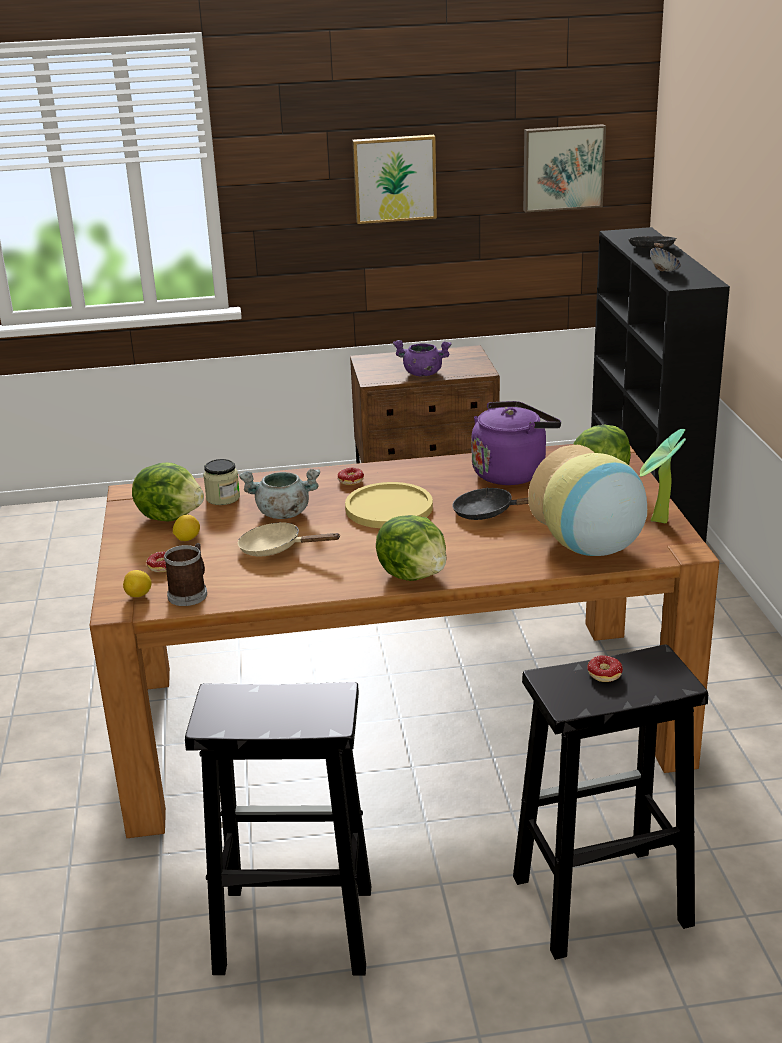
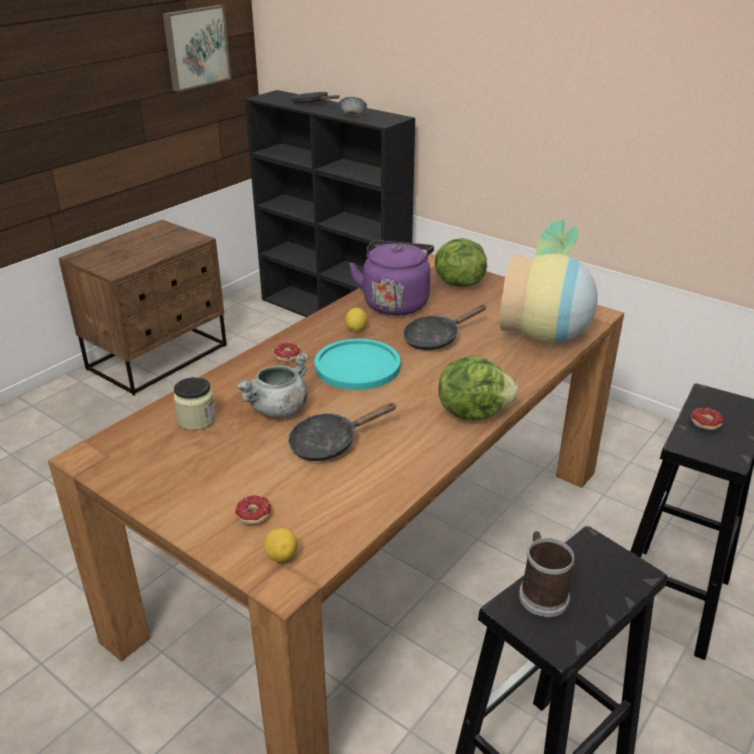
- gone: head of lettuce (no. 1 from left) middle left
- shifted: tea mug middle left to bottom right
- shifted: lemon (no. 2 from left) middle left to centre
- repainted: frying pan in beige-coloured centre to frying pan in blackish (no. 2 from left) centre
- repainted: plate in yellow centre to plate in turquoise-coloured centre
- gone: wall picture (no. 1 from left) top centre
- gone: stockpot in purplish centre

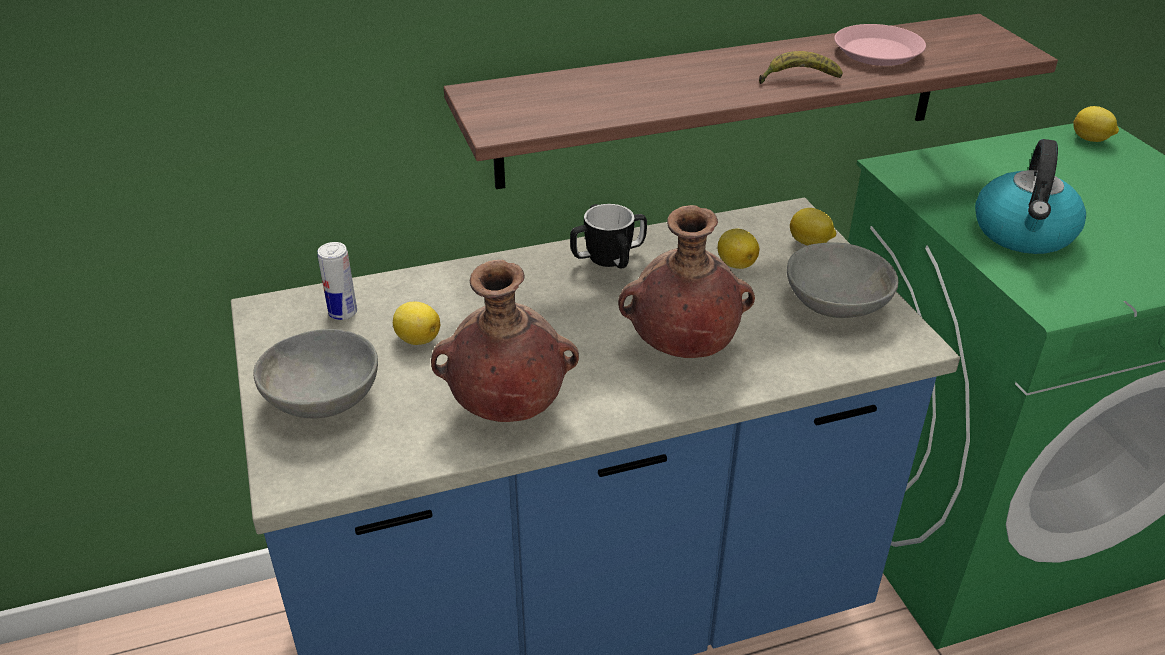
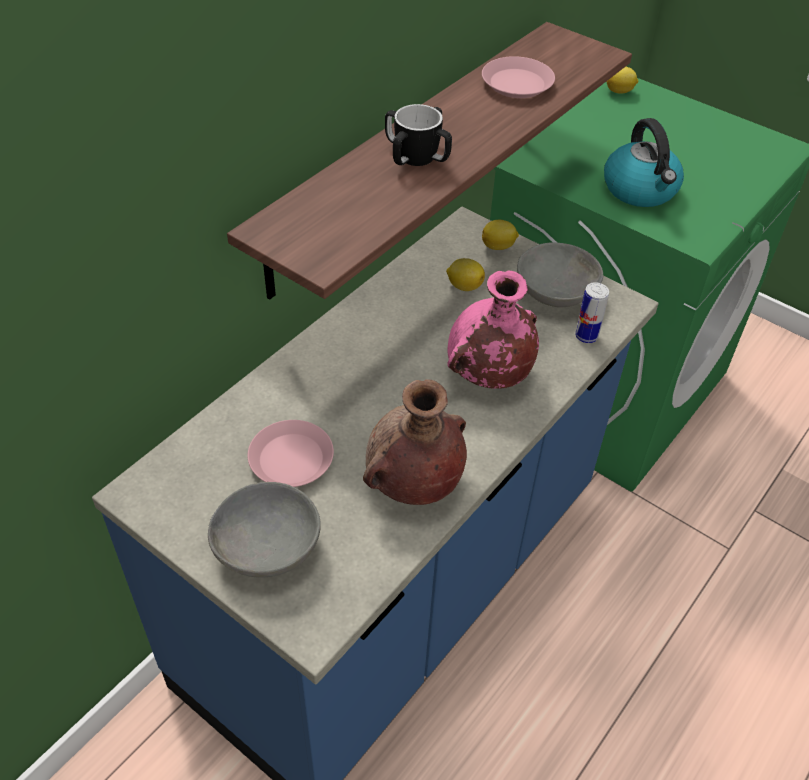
- shifted: metal can middle left to middle right
- swapped: lemon (no. 1 from left) centre to plate in pinkish (no. 1 from left) centre
- shifted: tea mug centre to top centre
- repainted: decorative vase in brown-coloured (no. 2 from left) centre to decorative vase in pinkish centre
- gone: banana top right

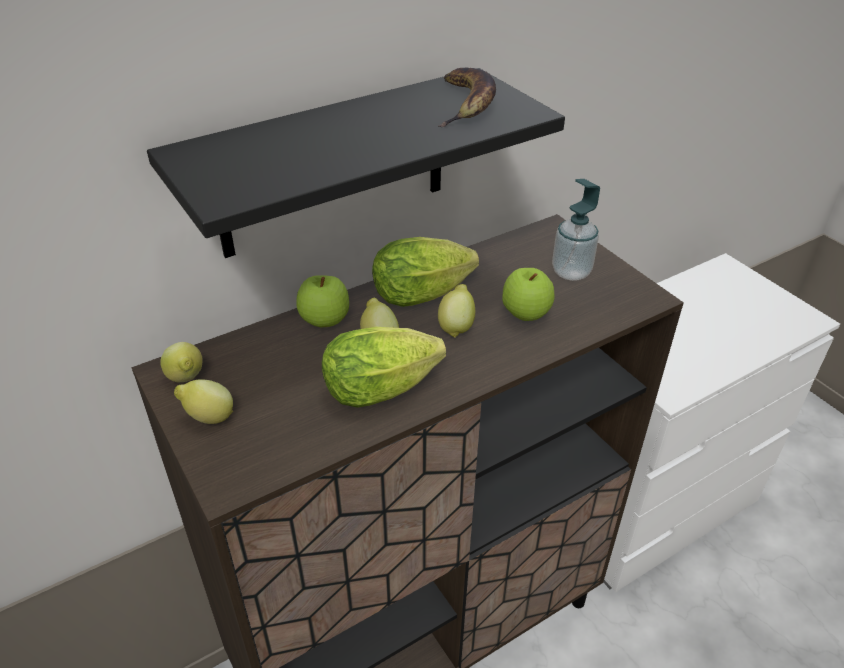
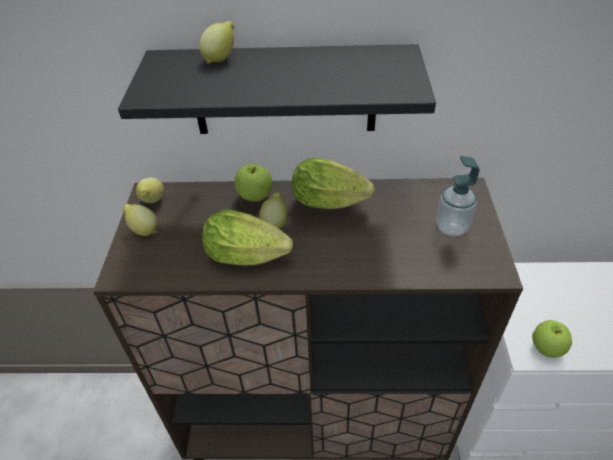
- gone: banana top centre
- shifted: lemon (no. 4 from left in the first image) centre to lemon (no. 3 from left) top centre
- shifted: apple (no. 2 from left) centre to bottom right

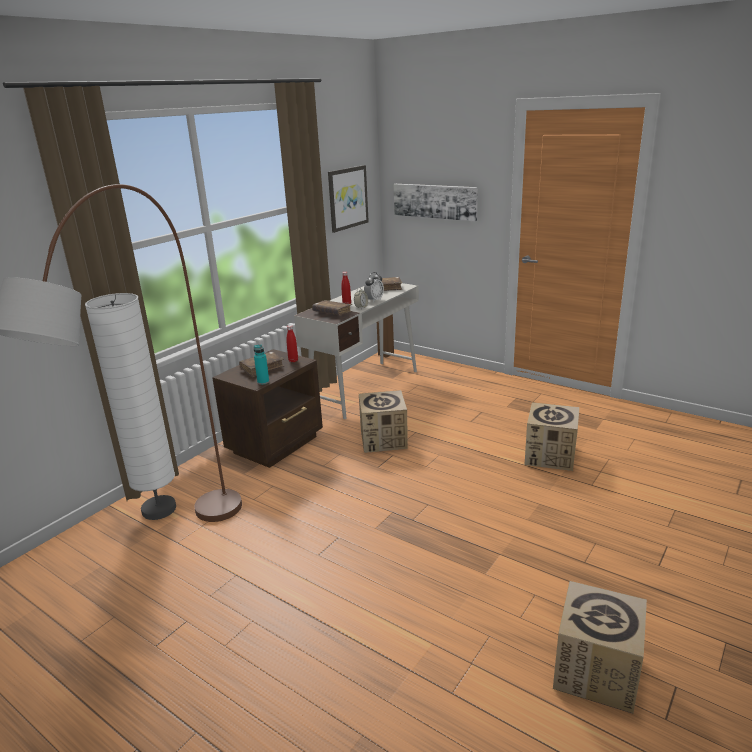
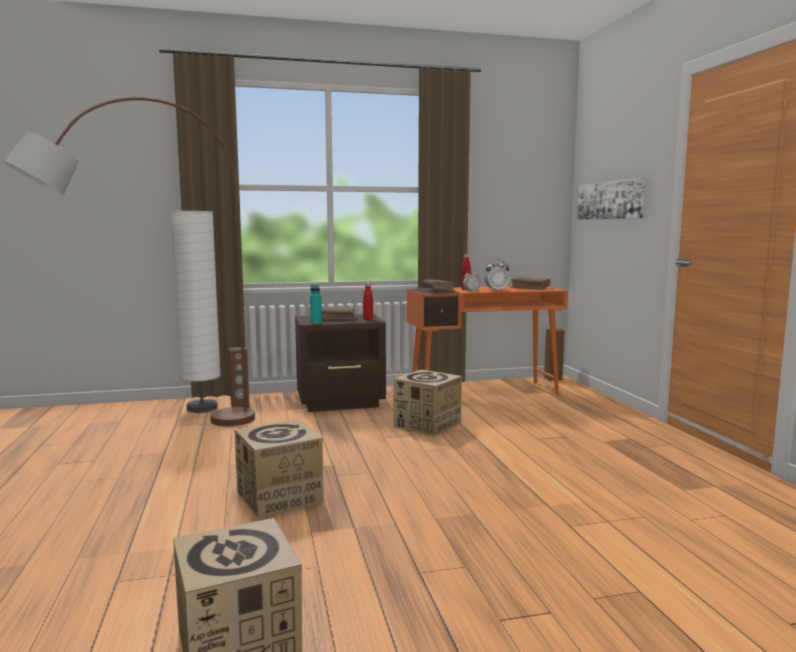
- repainted: desk unit in whitish centre to desk unit in orange-coloured centre
- gone: wall picture (no. 1 from left) top centre
- shifted: packing box (no. 2 from left) middle right to bottom centre
- new: speaker in brown-coloured (no. 1 from left) middle left

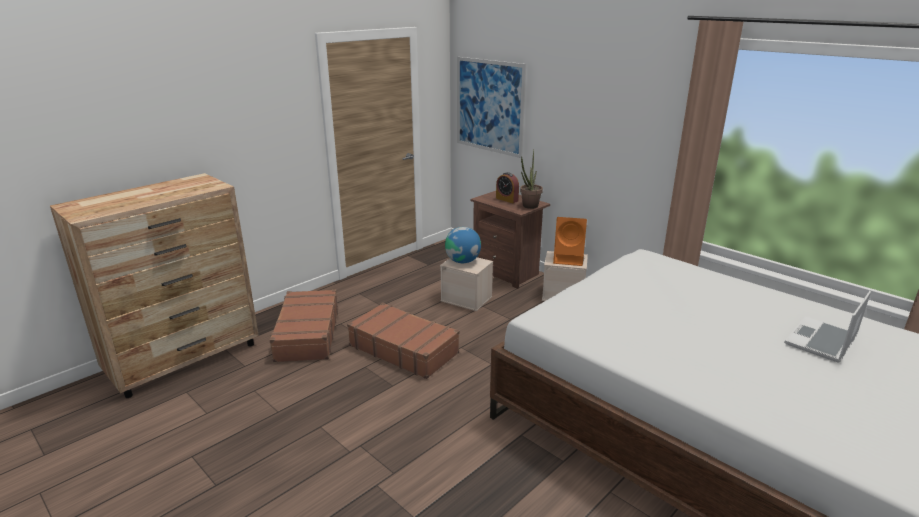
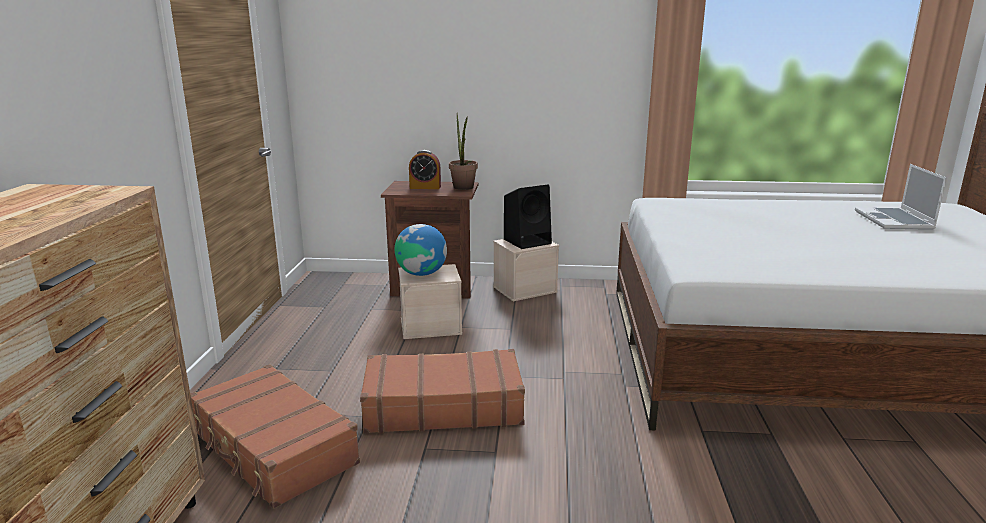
- gone: wall picture top centre
- repainted: speaker in orange-coloured centre to speaker in blackish centre

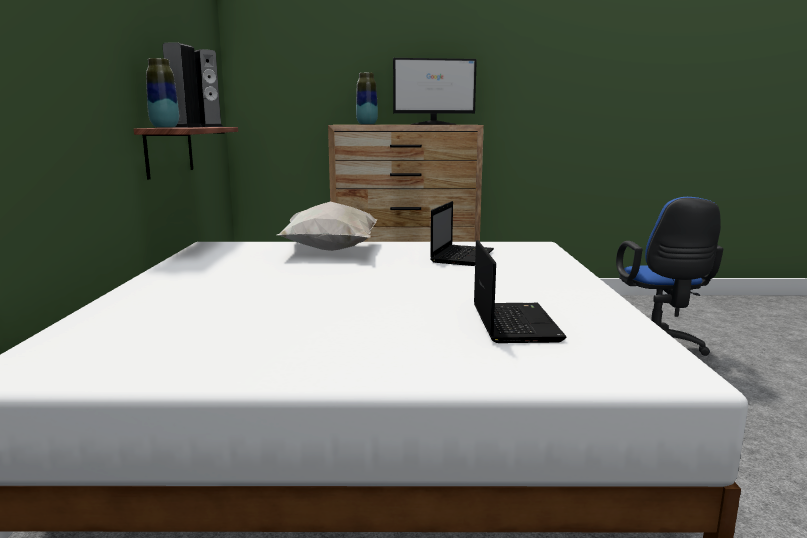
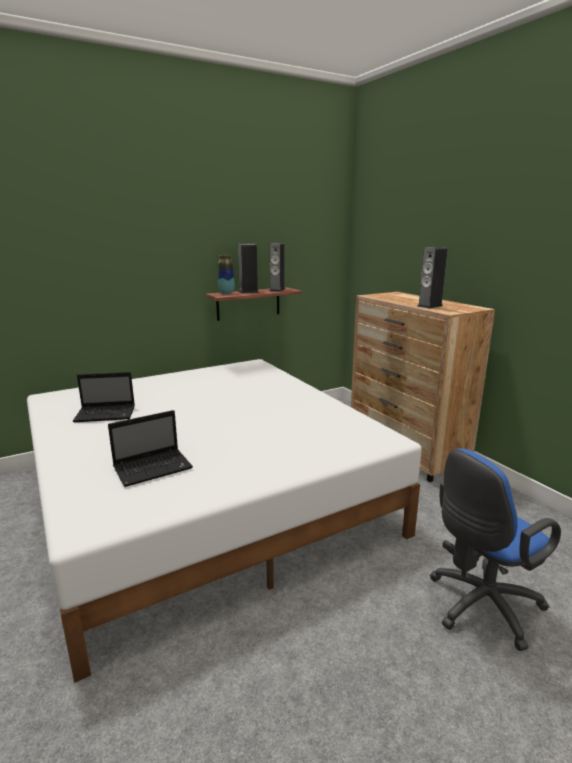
- gone: throw pillow in whitish centre
- gone: decorative vase (no. 2 from left) top centre
- swapped: monitor top centre to speaker (no. 3 from left) middle right
- shifted: portable computer (no. 1 from left) centre to middle left

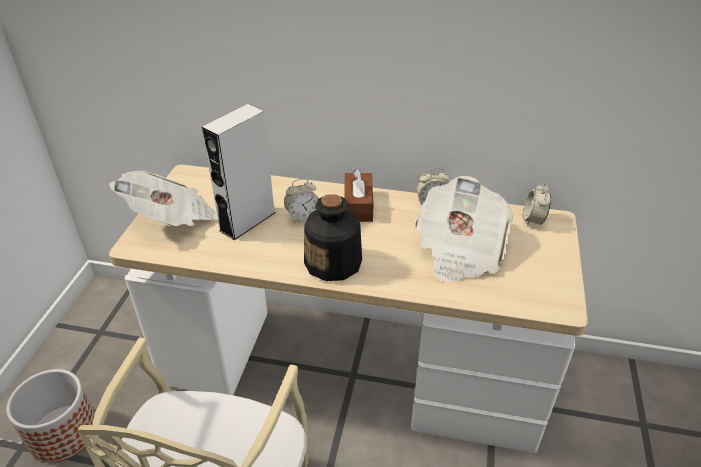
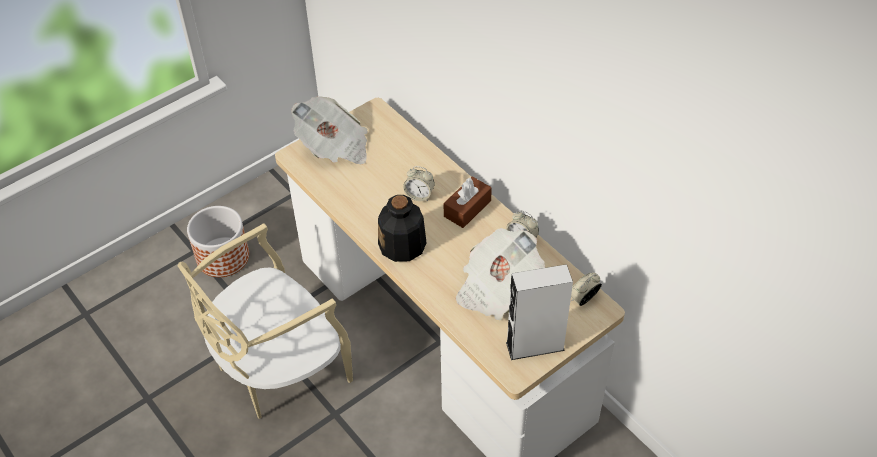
- shifted: speaker in grey centre to bottom centre

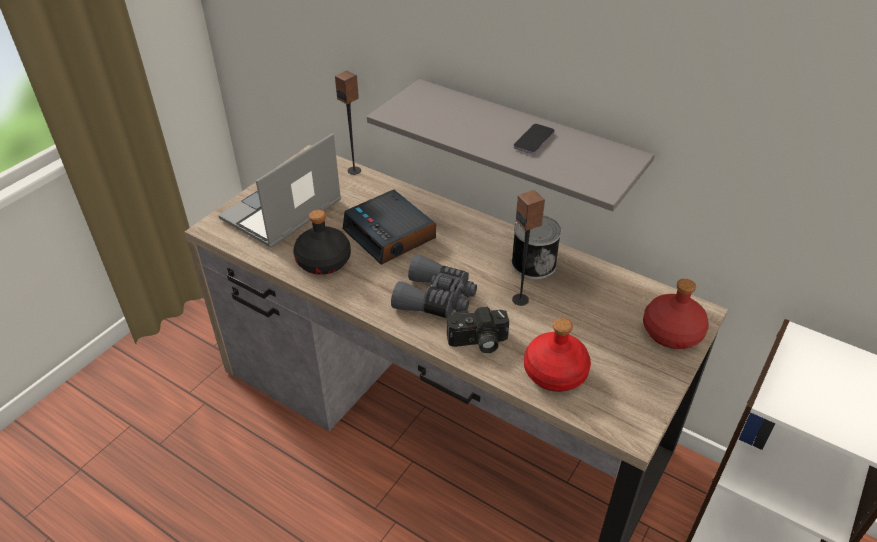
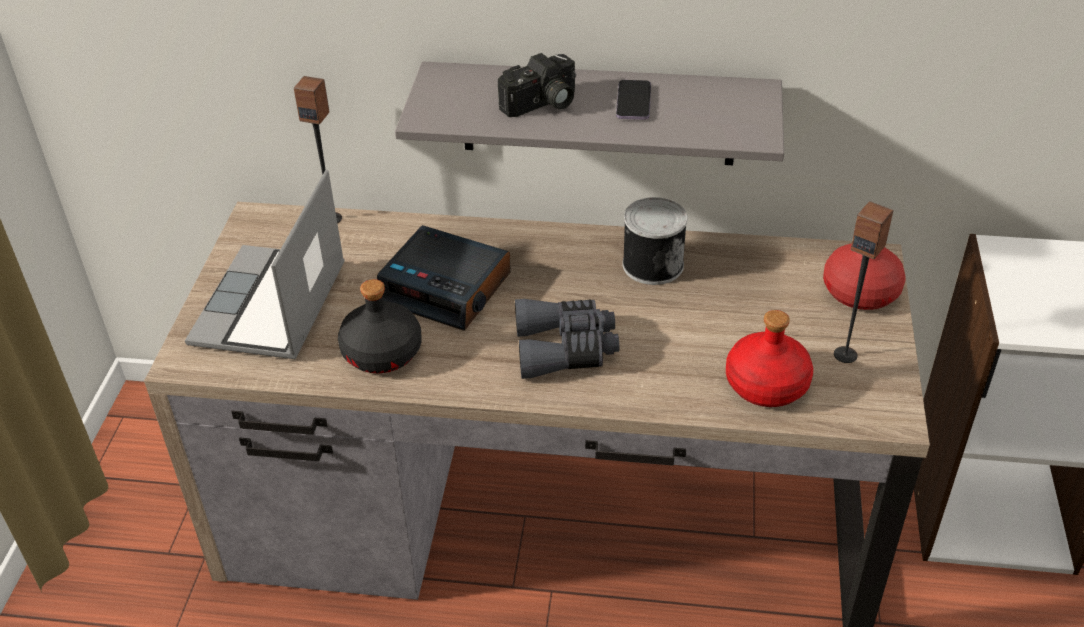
- shifted: still camera centre to top centre
- shifted: speaker (no. 2 from left) centre to middle right

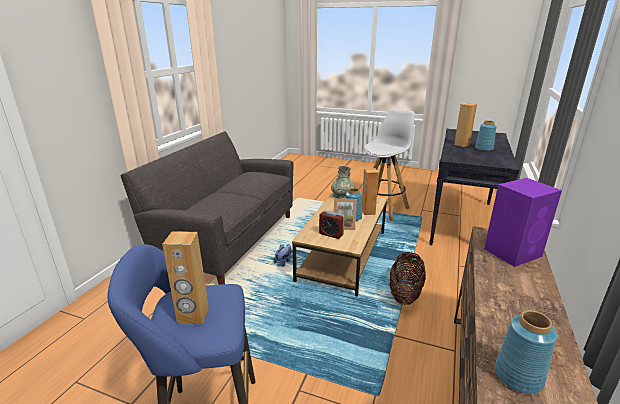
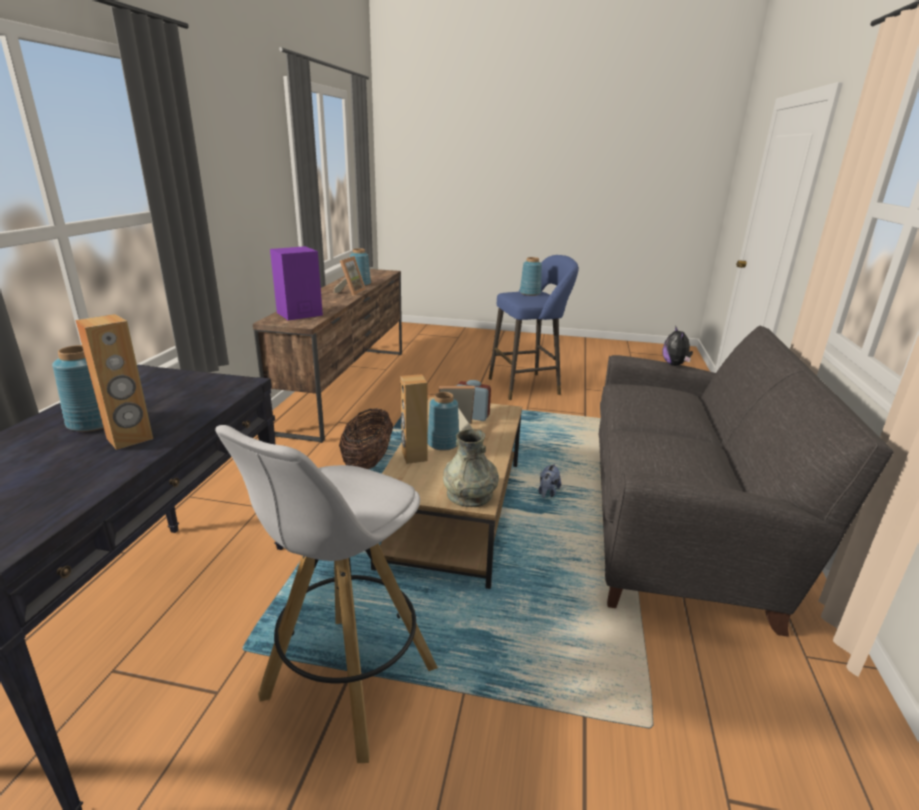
- swapped: speaker in brown-coloured (no. 1 from left) bottom left to decorative vase in blue (no. 4 from left) centre
- new: standing frame (no. 1 from left) centre
- new: plush toy (no. 2 from left) middle right

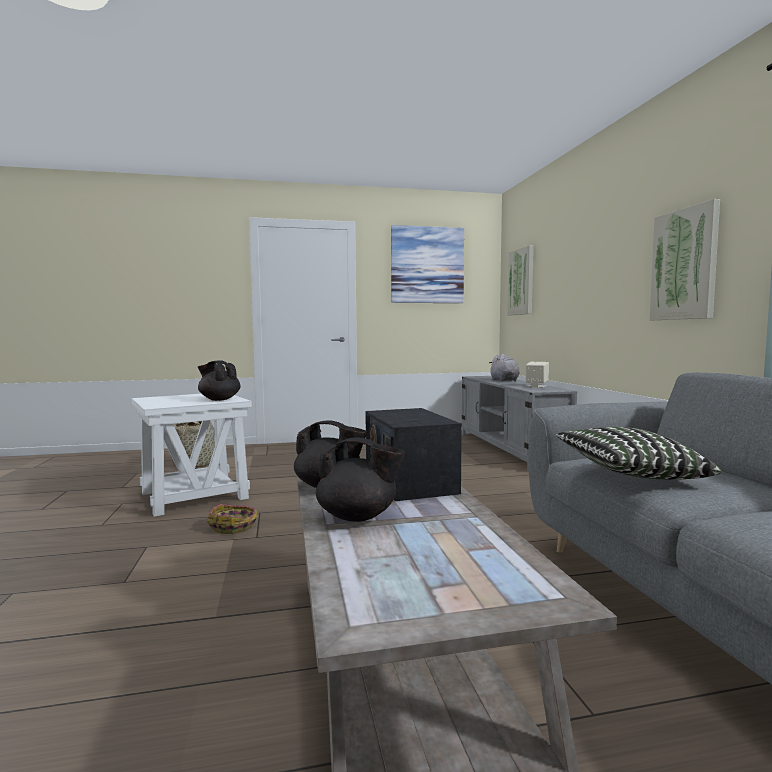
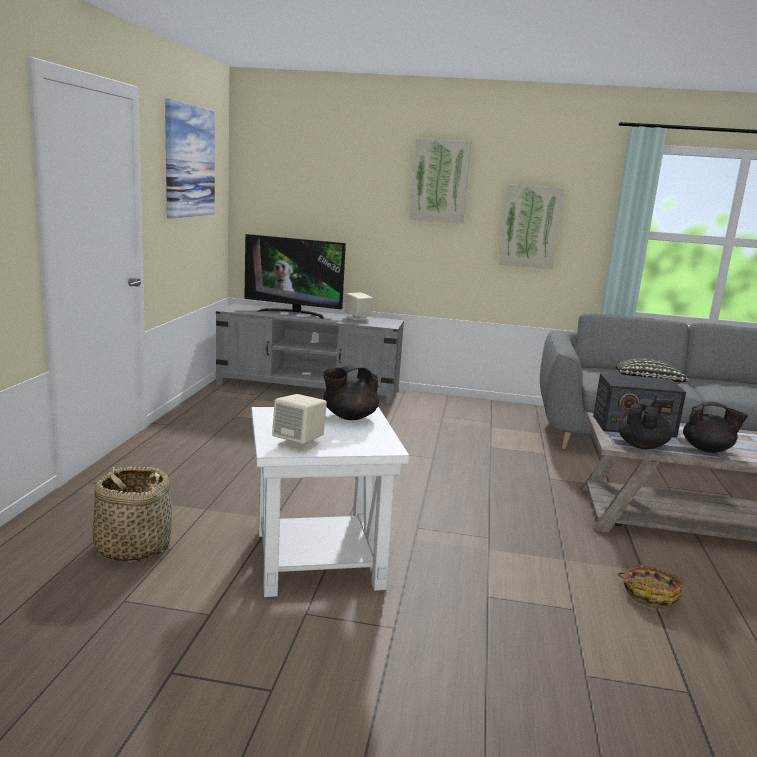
- shifted: basket (no. 2 from left) bottom left to bottom right
- rotated: tea pot in blackish (no. 3 from left) centre = middle right 75 degrees clockwise
- swapped: plush toy in grey centre to TV centre
- shifted: wall picture (no. 2 from left) middle right to top centre
- new: speaker in beige-coloured (no. 1 from left) centre

